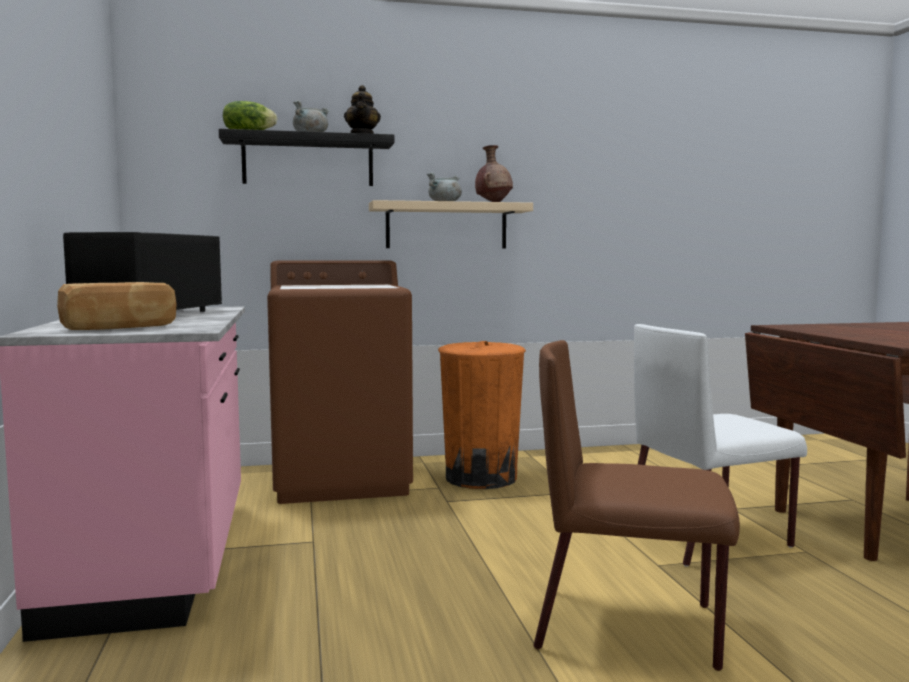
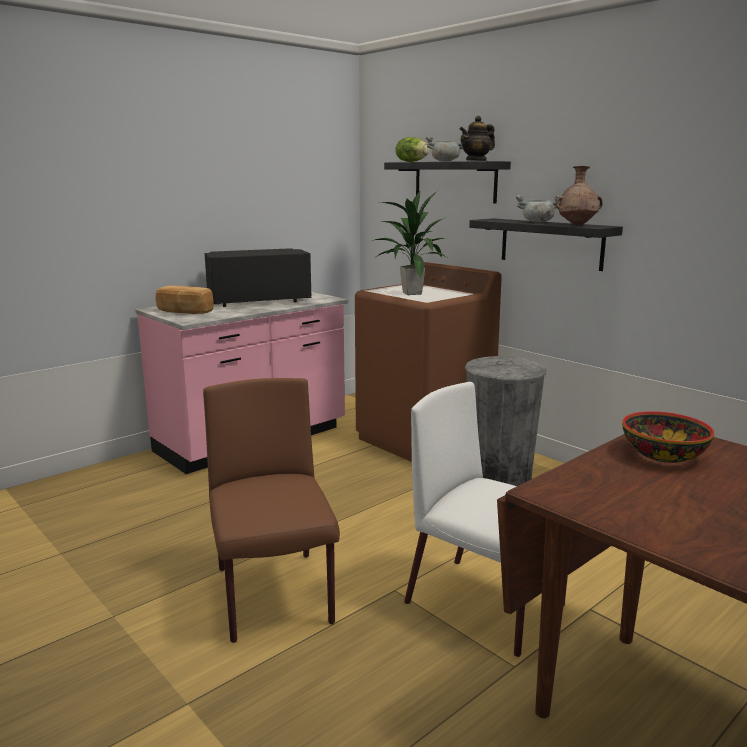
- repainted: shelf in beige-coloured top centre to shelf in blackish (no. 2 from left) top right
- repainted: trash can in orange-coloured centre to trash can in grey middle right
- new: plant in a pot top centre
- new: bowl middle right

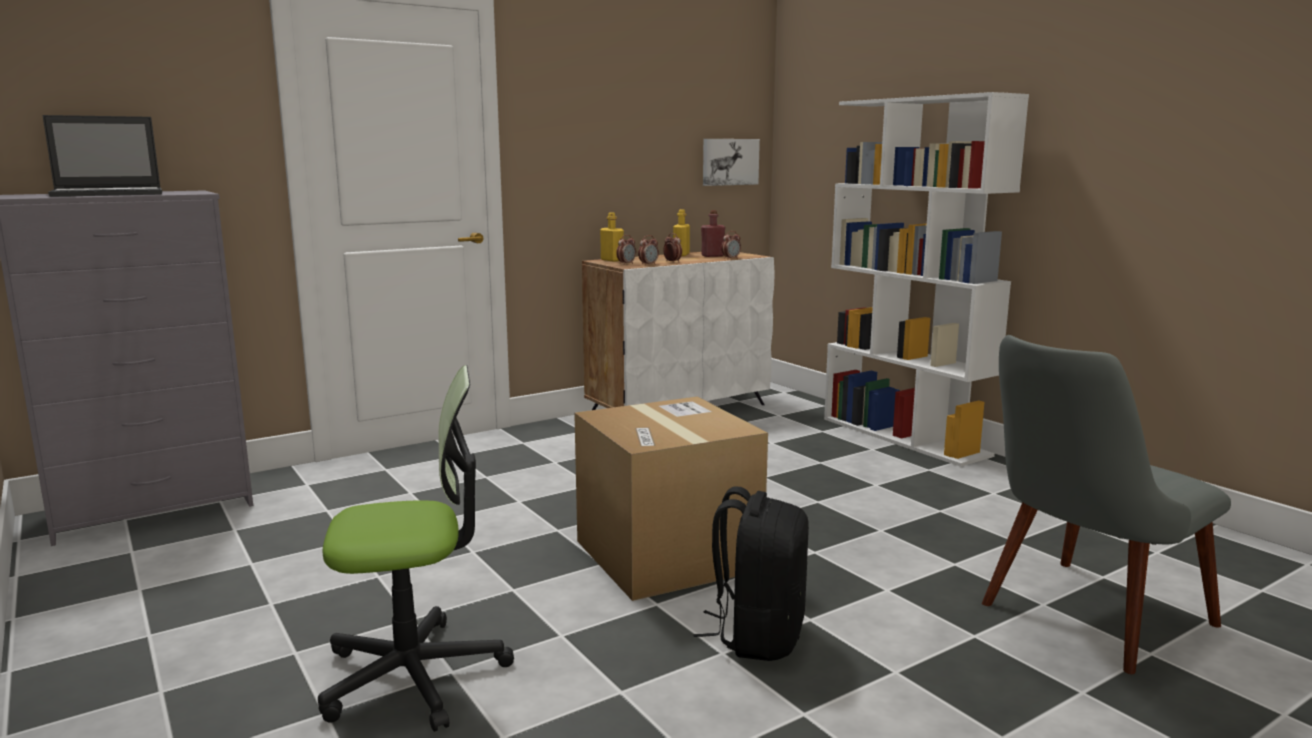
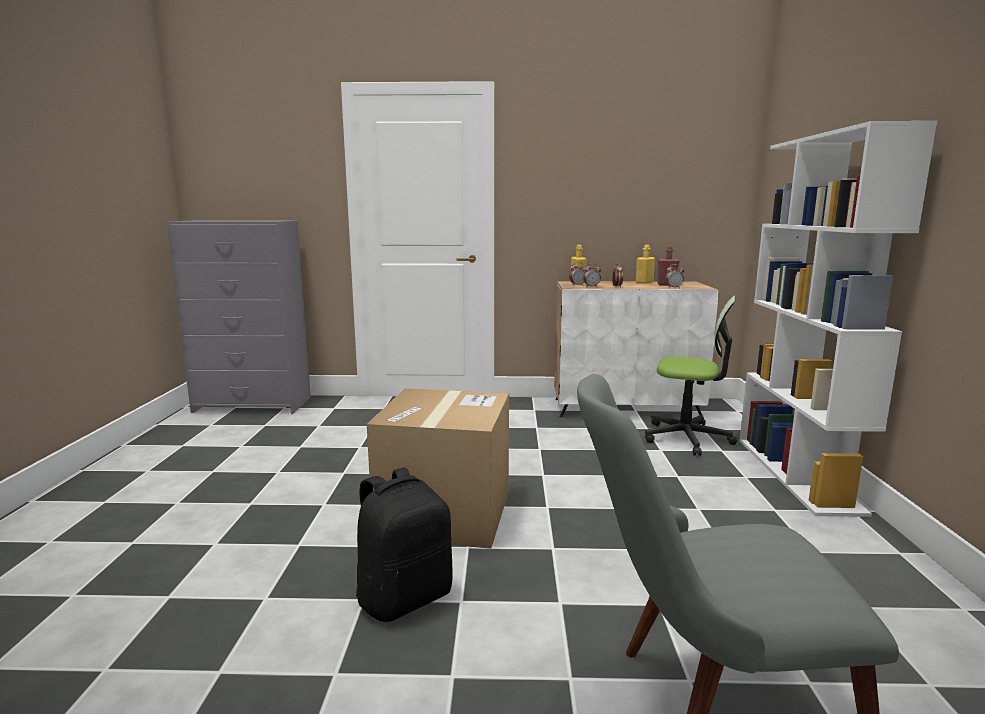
- gone: portable computer top left
- shifted: office chair bottom left to middle right
- gone: wall picture top centre

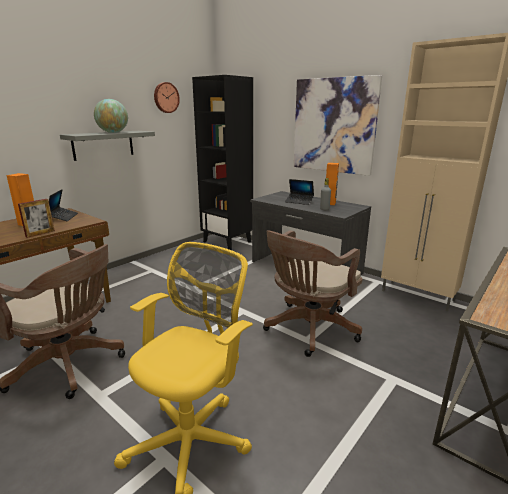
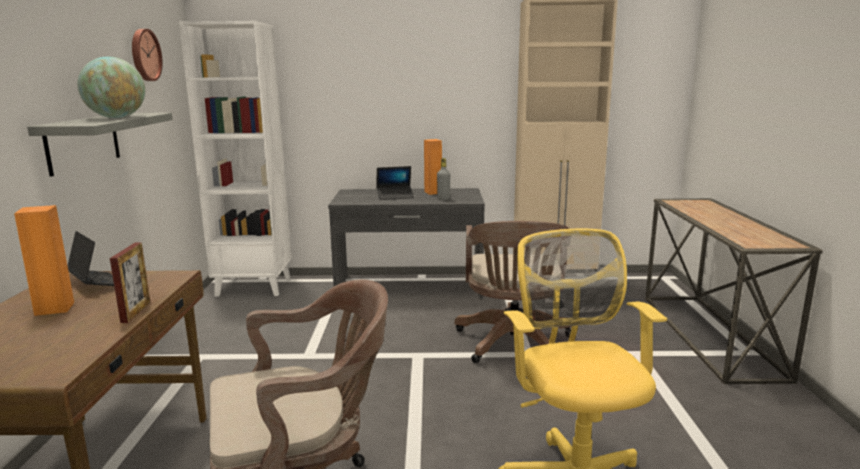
- repainted: shelving unit in blackish top centre to shelving unit in whitish middle left
- gone: wall picture top centre

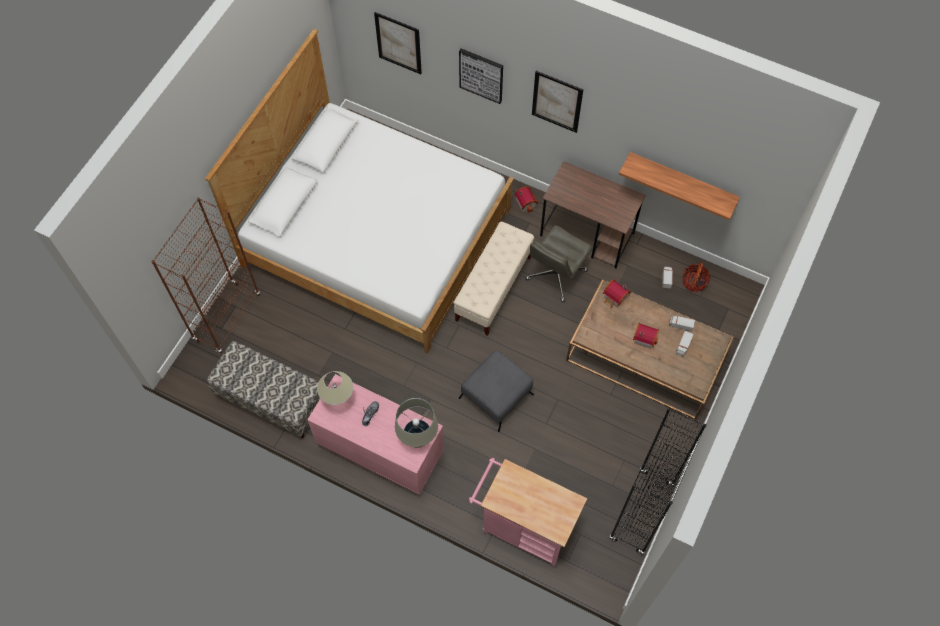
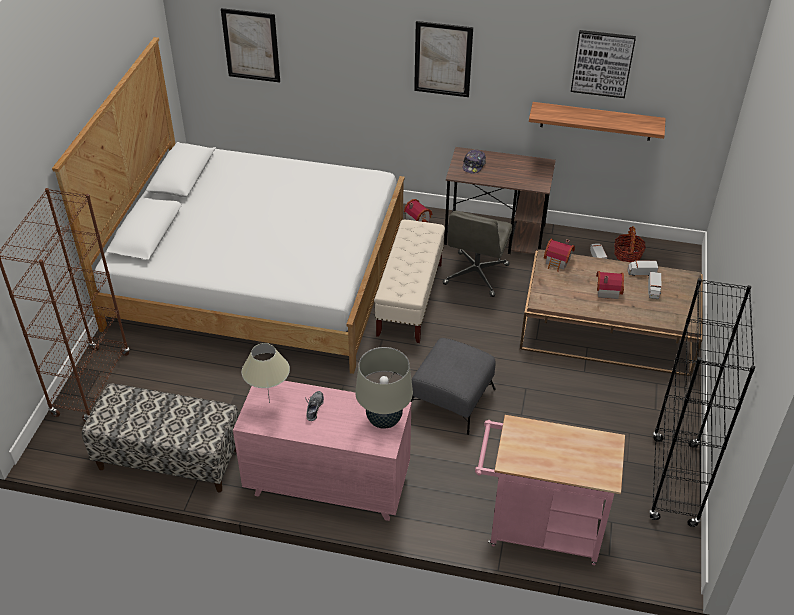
- shifted: wall picture (no. 2 from left in the first image) top centre to wall picture (no. 3 from left) top right
- new: baseball cap top centre

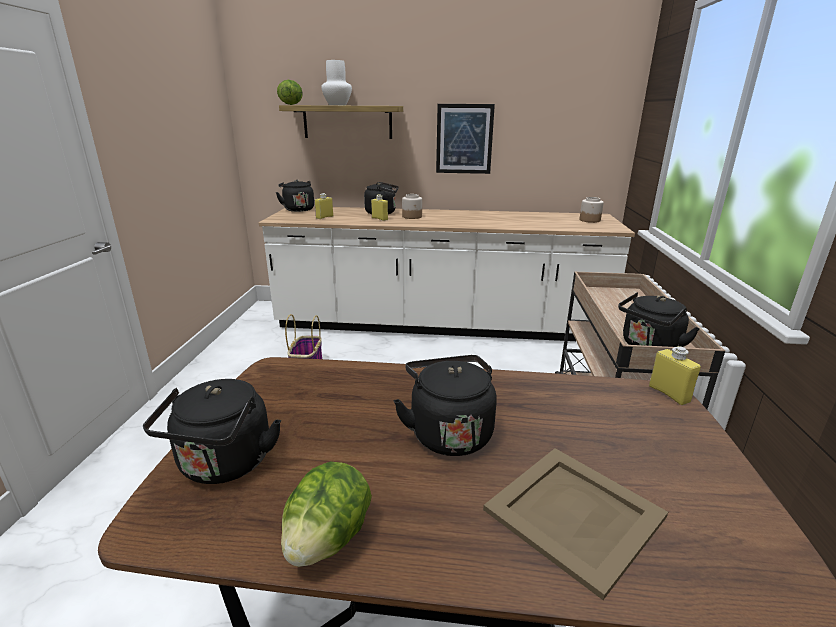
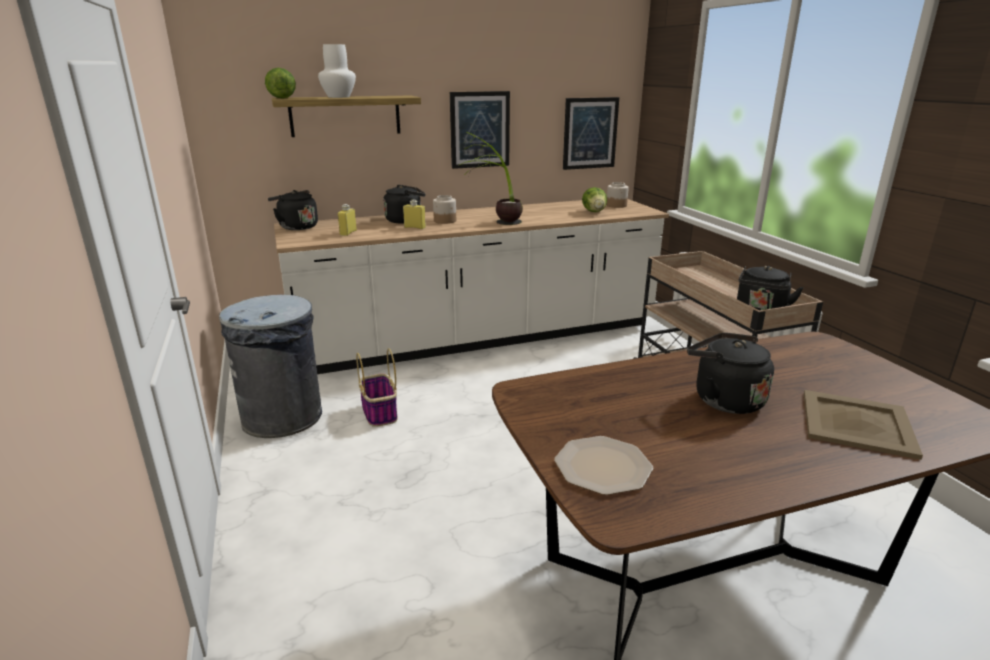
- swapped: kettle in blackish (no. 1 from left) bottom left to plate bottom centre
- shifted: head of lettuce (no. 2 from left) bottom centre to top centre
- gone: drink bottle in yellow (no. 3 from left) middle right
- new: trash can in grey middle left
- new: plant in a pot top centre
- new: wall picture (no. 2 from left) top centre

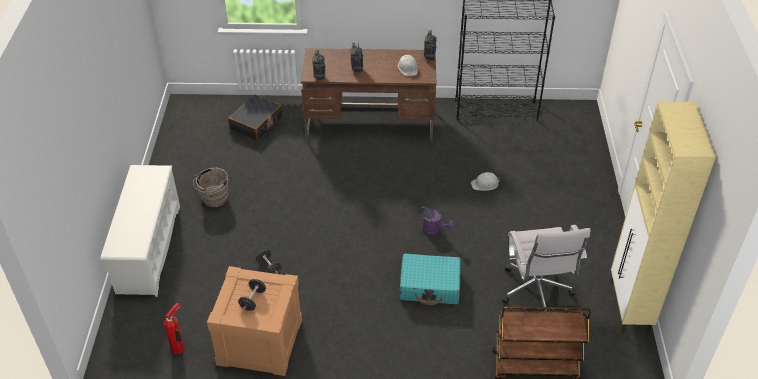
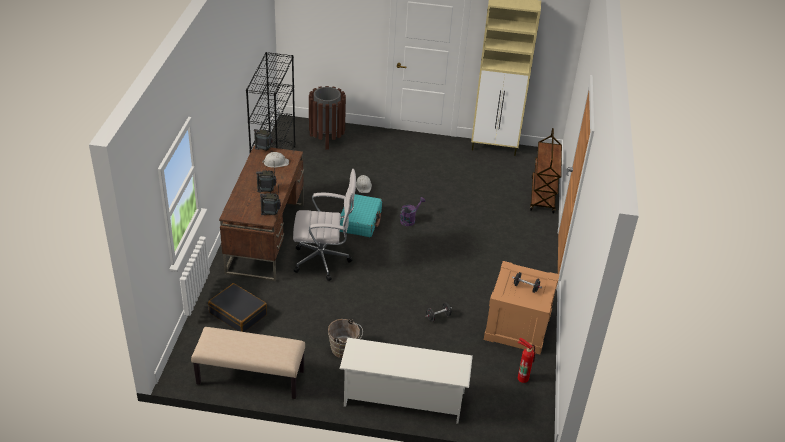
- shifted: travel case in turquoise-coloured bottom centre to centre
- shifted: office chair in whitish bottom right to centre
- new: indoor bench in beige-coloured bottom left
- new: trash can in brown-coloured top centre

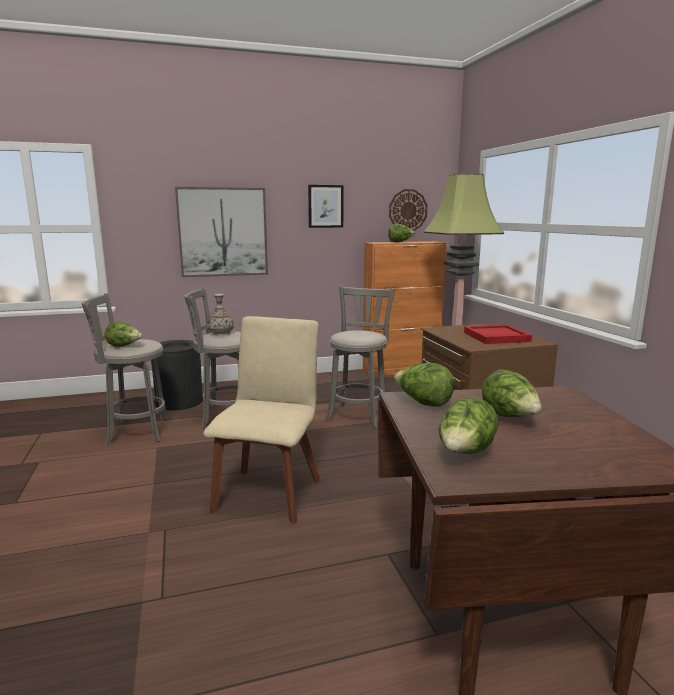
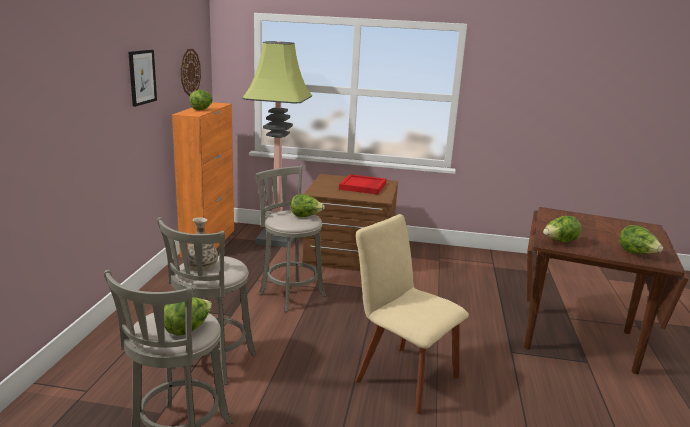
- gone: trash can in blackish middle left
- gone: wall picture (no. 1 from left) middle left
- shifted: head of lettuce (no. 5 from left in the first image) middle right to head of lettuce (no. 3 from left) centre

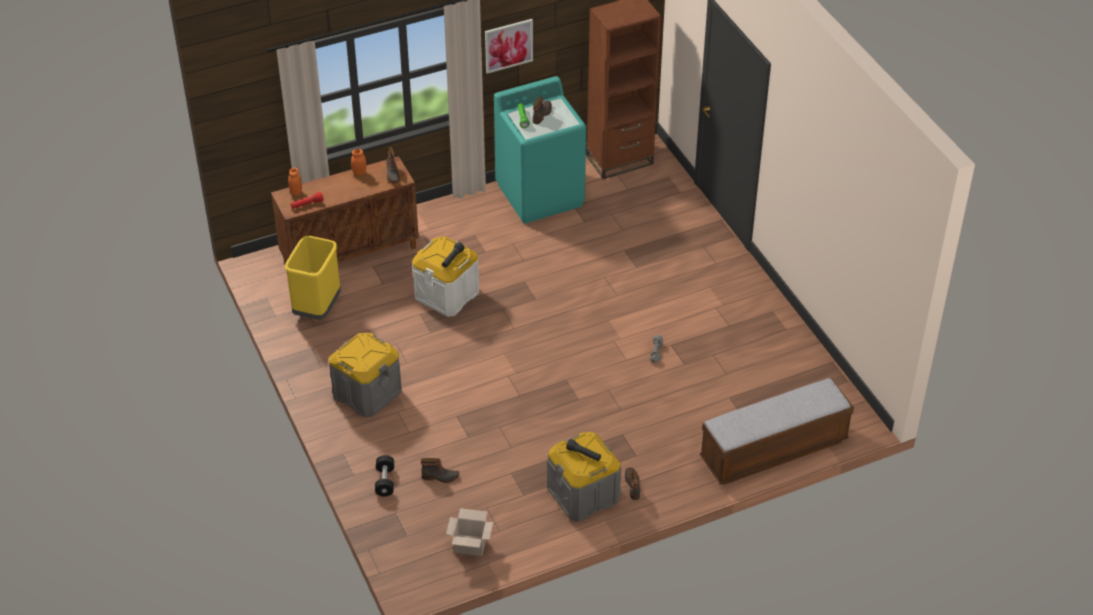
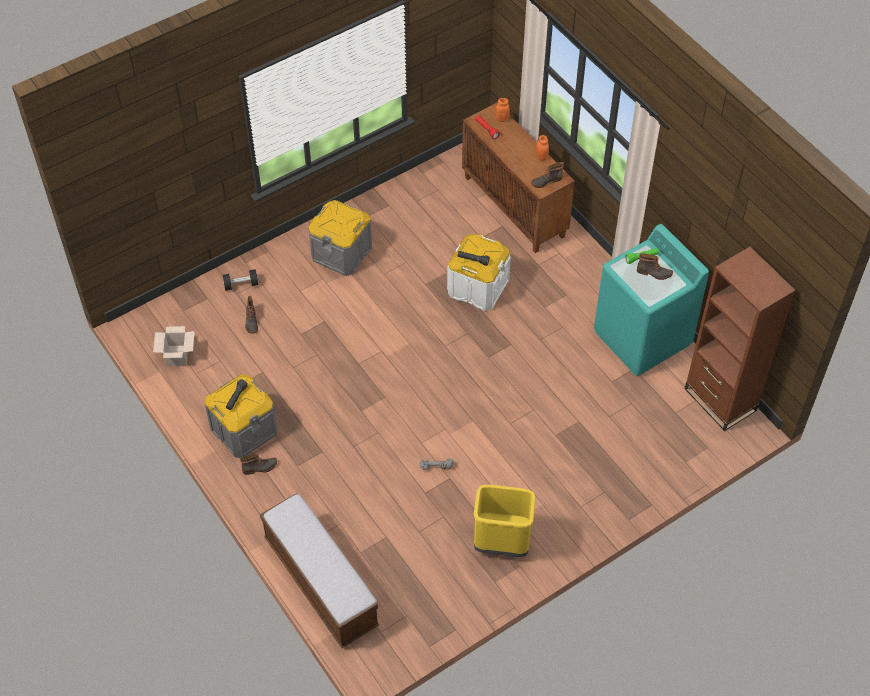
- shifted: trash can in yellow middle left to bottom centre
- gone: wall picture top centre

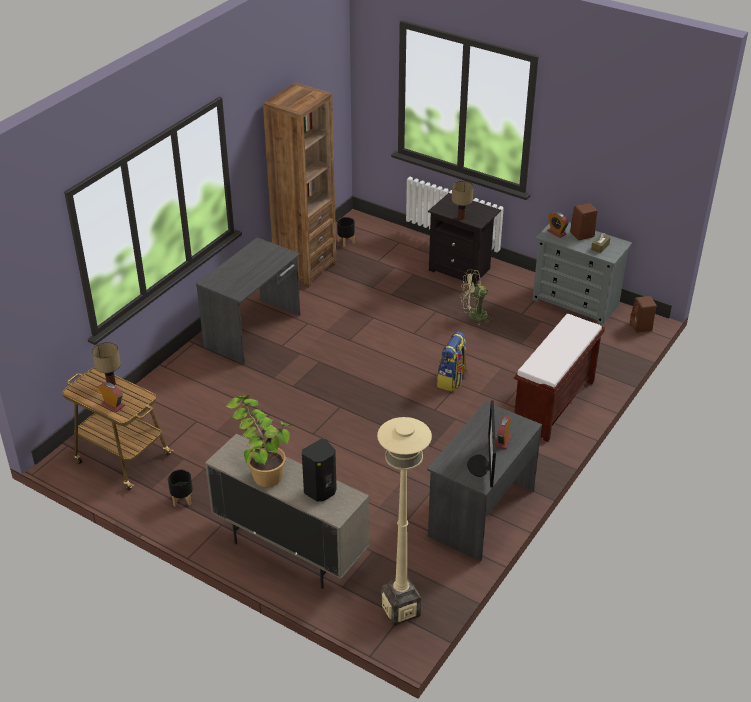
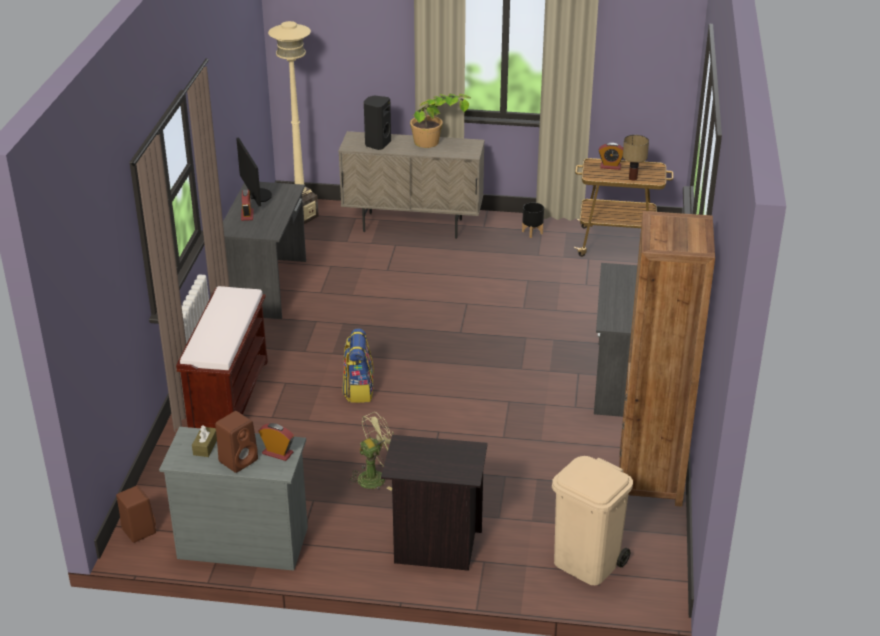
- gone: plant pot in blackish (no. 2 from left) top centre
- gone: lamp for a table (no. 2 from left) top centre
- new: trash can in beige-coloured bottom right

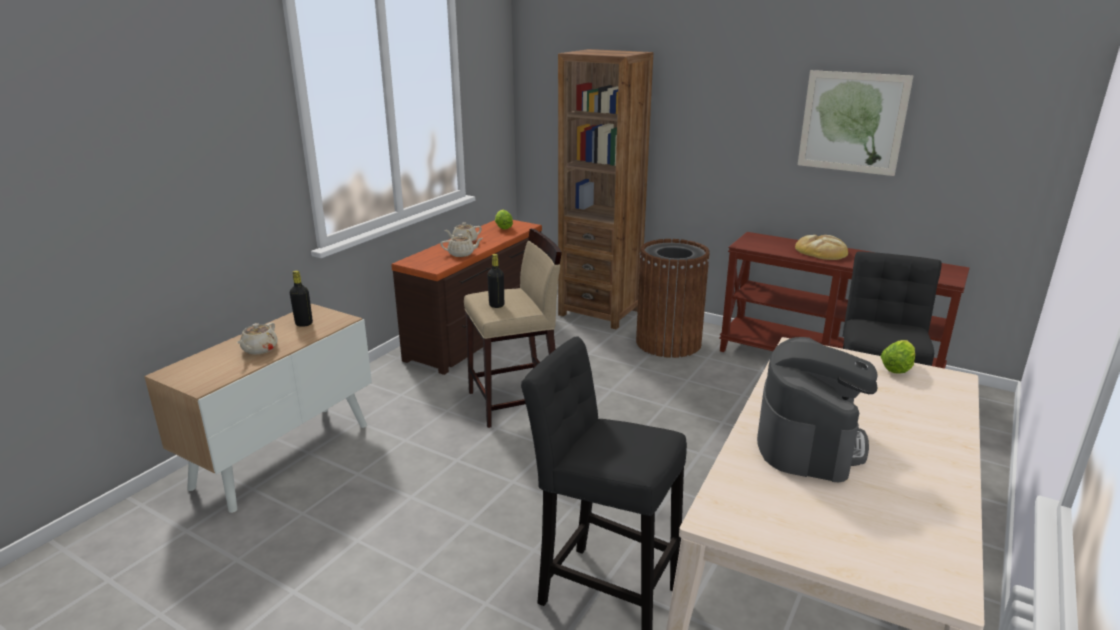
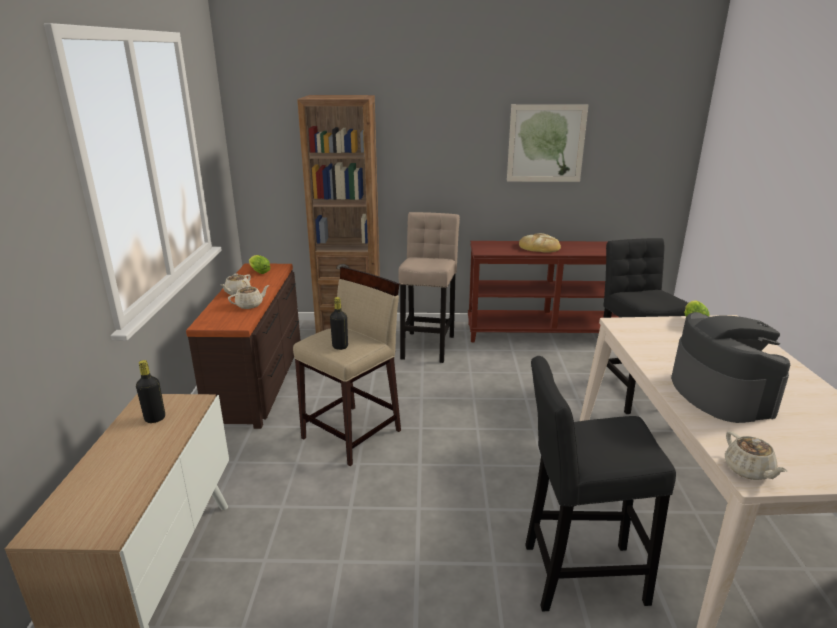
- shifted: tea pot in beige-coloured (no. 1 from left in the first image) middle left to tea pot in beige-coloured (no. 3 from left) bottom right
- swapped: trash can in brown-coloured centre to sitting stool in beige-coloured (no. 2 from left) centre

